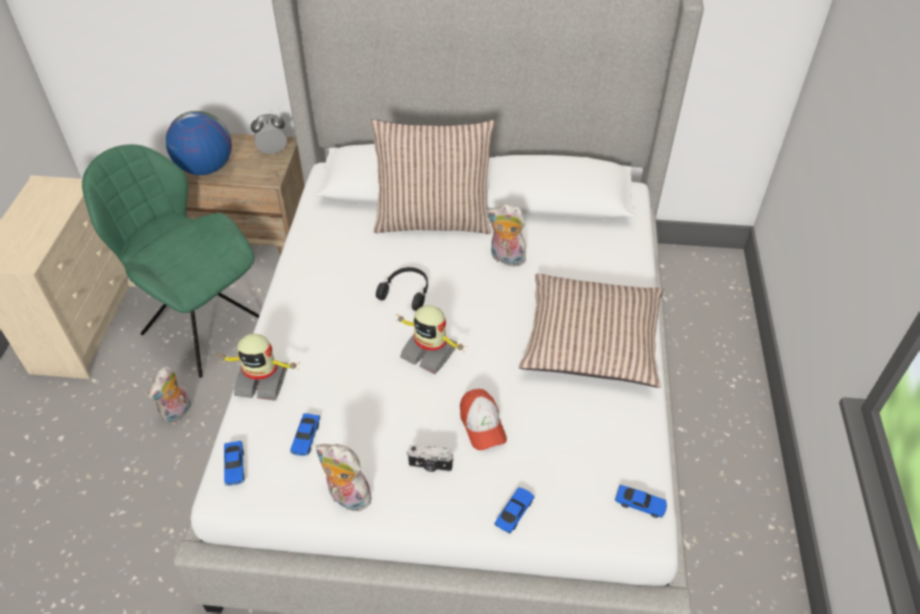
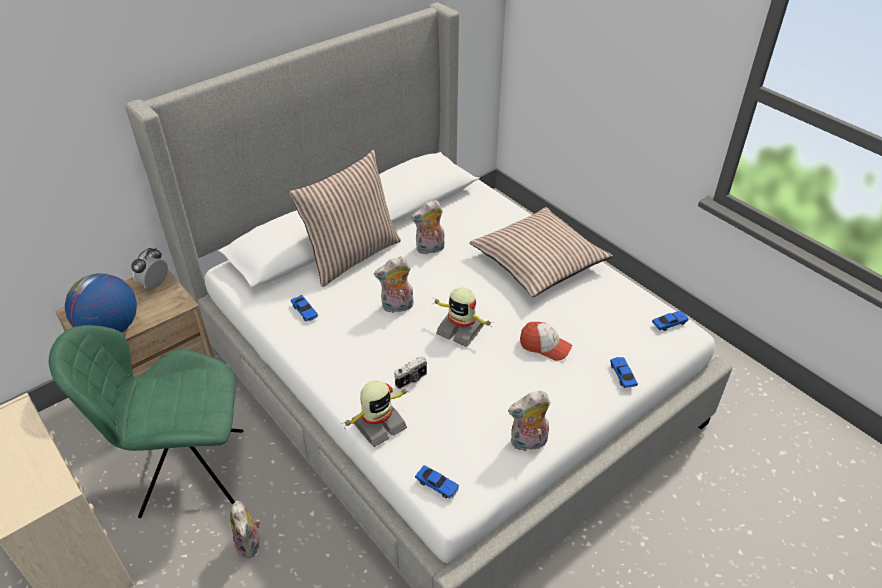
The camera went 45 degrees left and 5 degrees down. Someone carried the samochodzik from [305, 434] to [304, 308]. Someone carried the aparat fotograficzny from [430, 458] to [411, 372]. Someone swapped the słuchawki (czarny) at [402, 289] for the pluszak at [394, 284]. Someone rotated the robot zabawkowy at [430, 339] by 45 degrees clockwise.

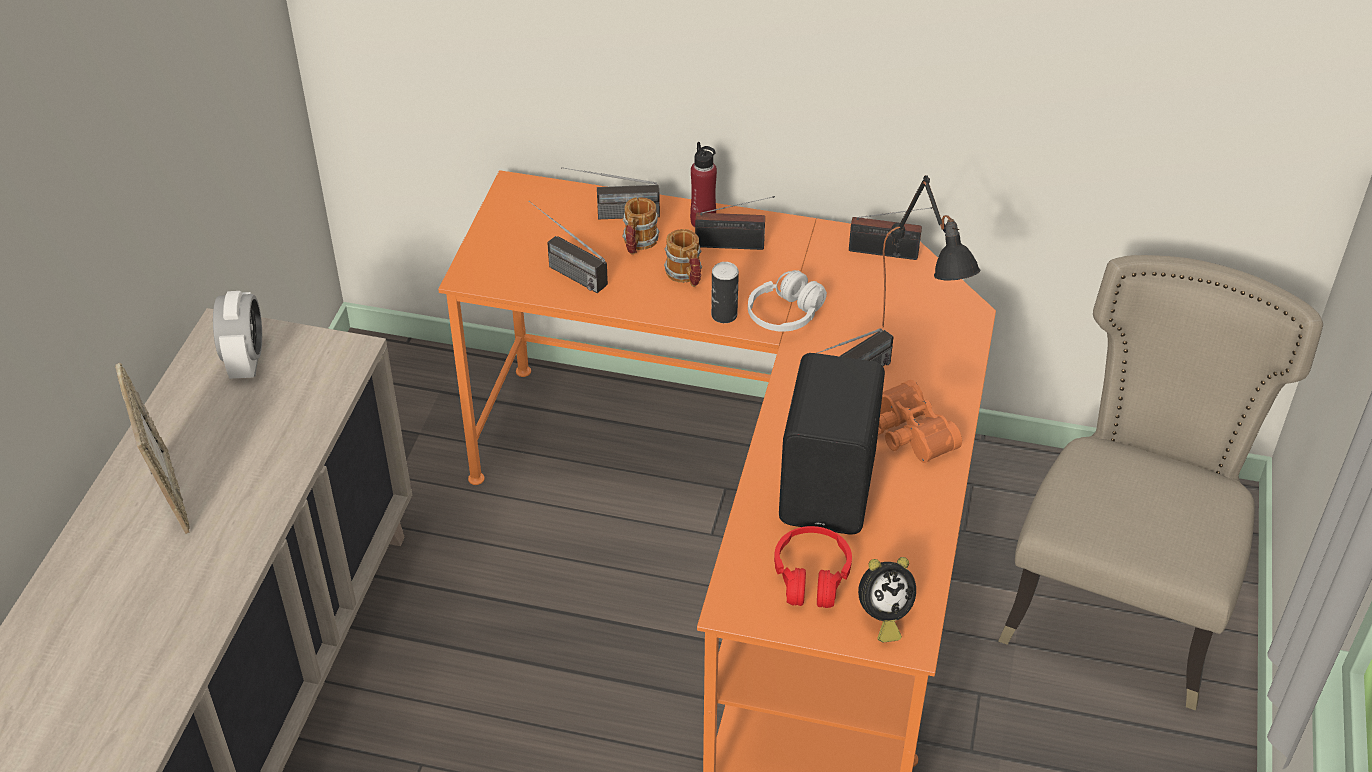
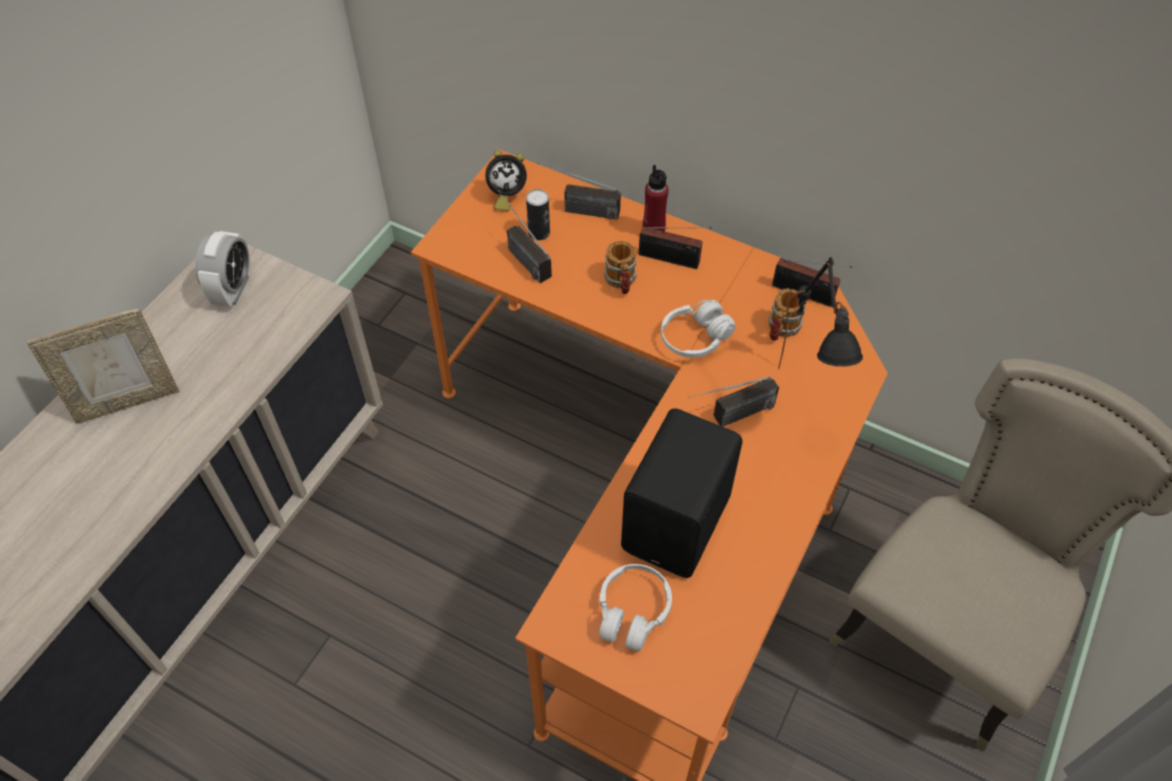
The camera went 15 degrees right and 10 degrees up. Someone took away the lornetka (pomarańczowy) at [920, 421]. Someone carried the kubek from [640, 226] to [787, 314]. Someone carried the puszka from [725, 292] to [538, 214]. Someone carried the budzik from [887, 599] to [506, 180]. Someone repainted the słuchawki (czerwony) at [813, 567], which became the słuchawki (biały) at [635, 607]. Someone rotated the ramka na zdjęcie at [152, 448] by 75 degrees clockwise.

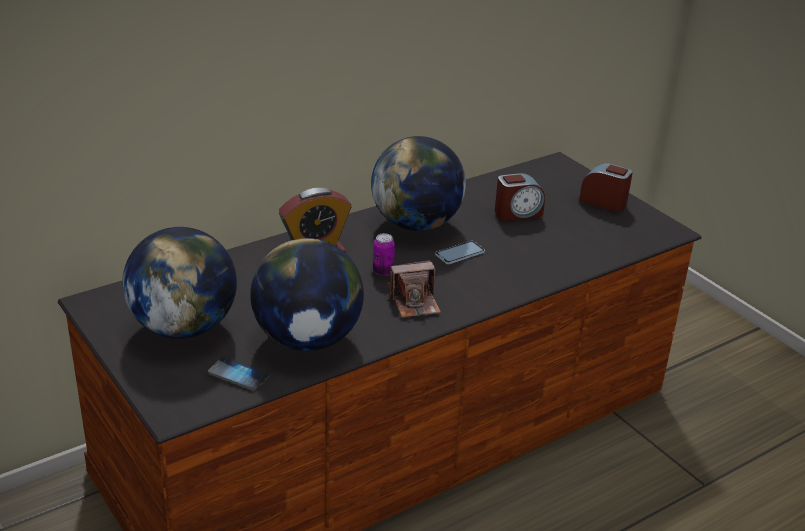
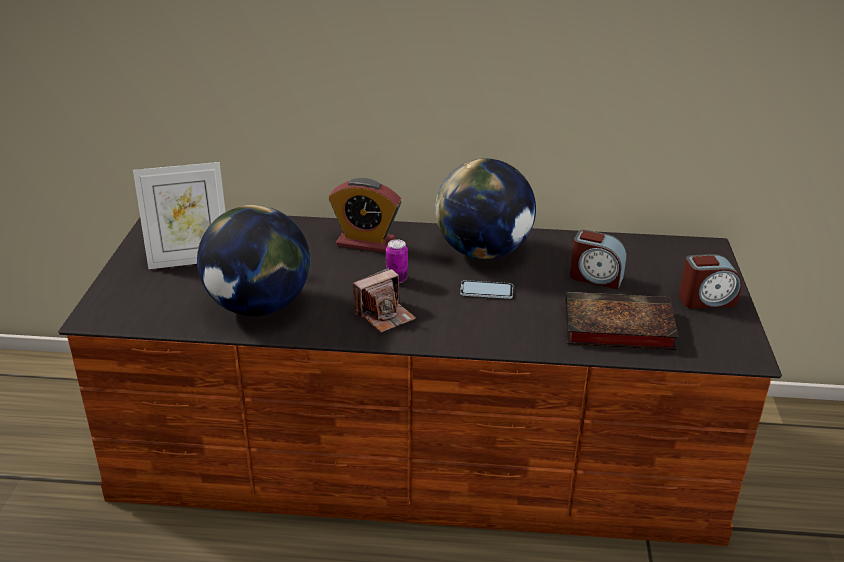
The camera went 40 degrees right and 0 degrees up. Someone took away the telefon at [238, 374]. Someone put down the książka at [622, 321]. Someone swapped the globus at [179, 283] for the ramka na zdjęcie at [179, 215]. Someone rotated the aparat fotograficzny at [415, 288] by 60 degrees counterclockwise. Someone rotated the budzik at [606, 187] by 105 degrees clockwise.

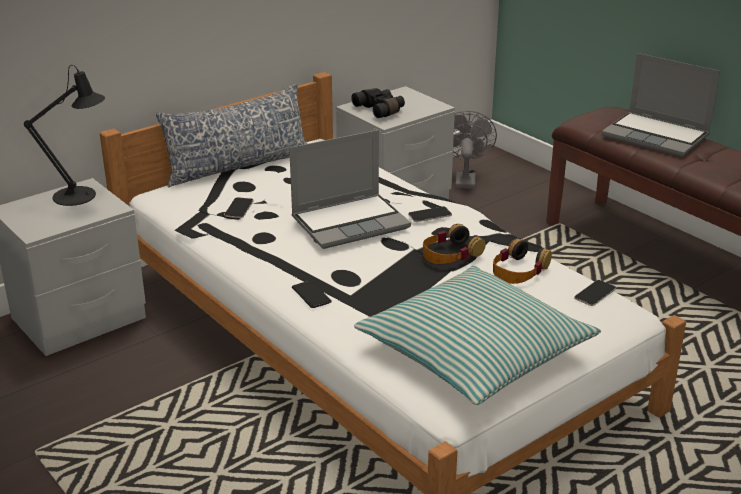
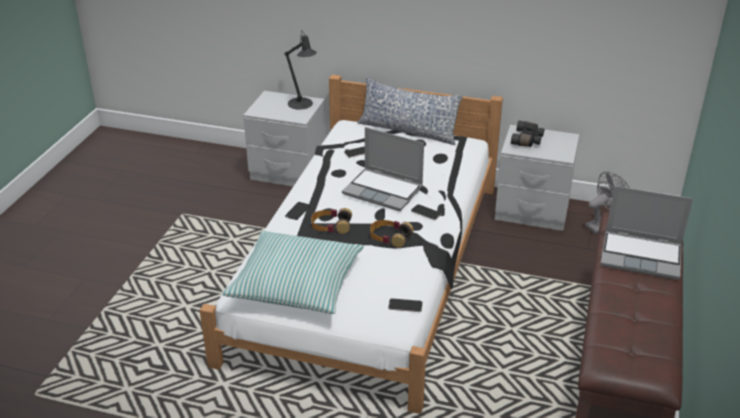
The camera went 55 degrees right and 5 degrees up. Someone carried the słuchawki from [522, 261] to [331, 221]. Someone rotated the laptop at [661, 105] by 75 degrees counterclockwise.

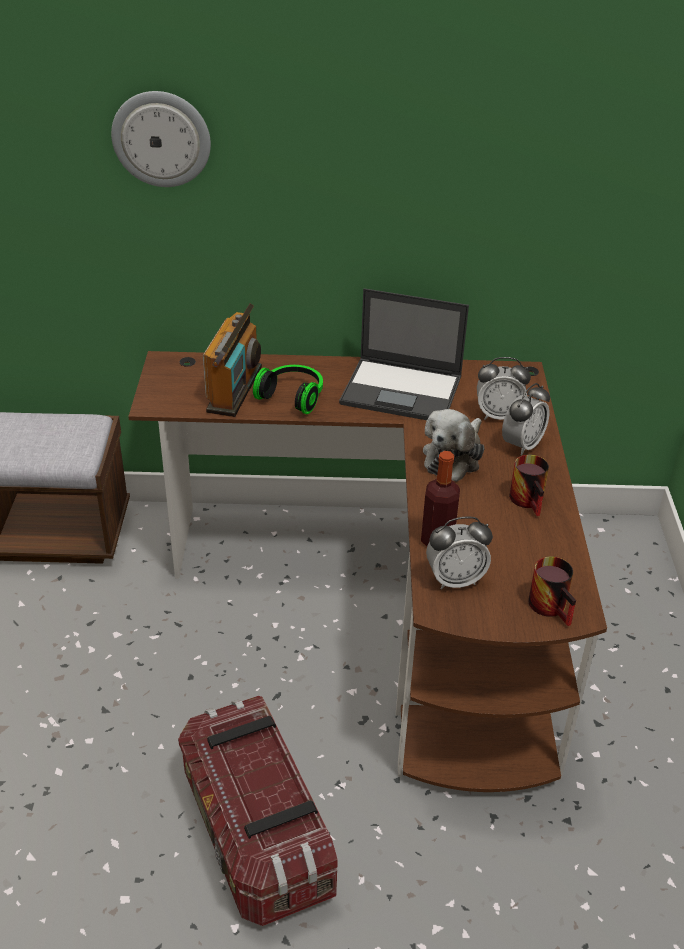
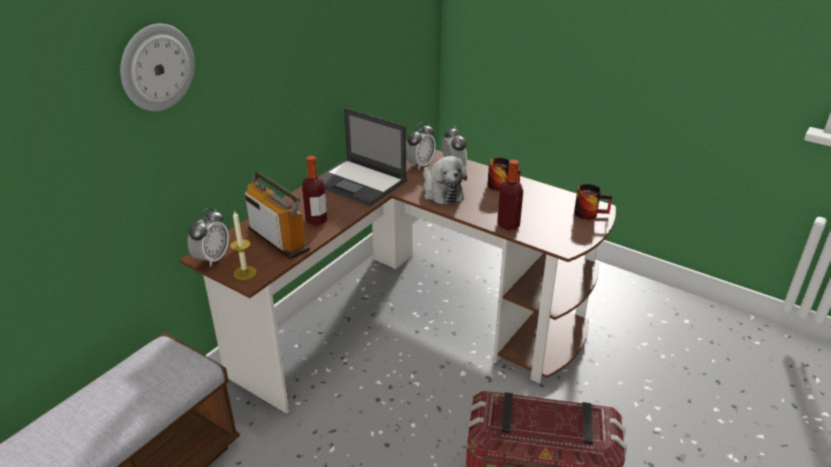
The camera went 55 degrees left and 5 degrees down. Someone put down the świeca at [243, 245]. Someone carried the budzik from [459, 553] to [208, 237]. Someone swapped the słuchawki at [288, 389] for the butelka at [314, 191]. Someone rotated the laptop at [404, 354] by 75 degrees clockwise.

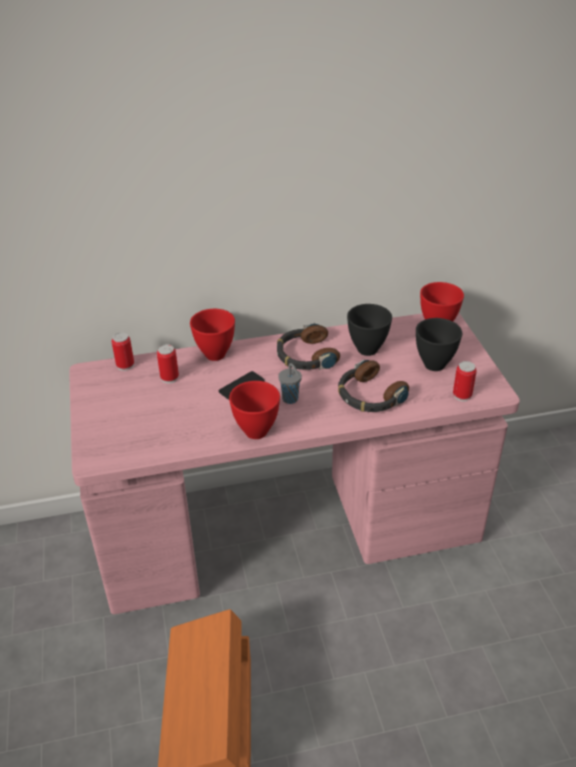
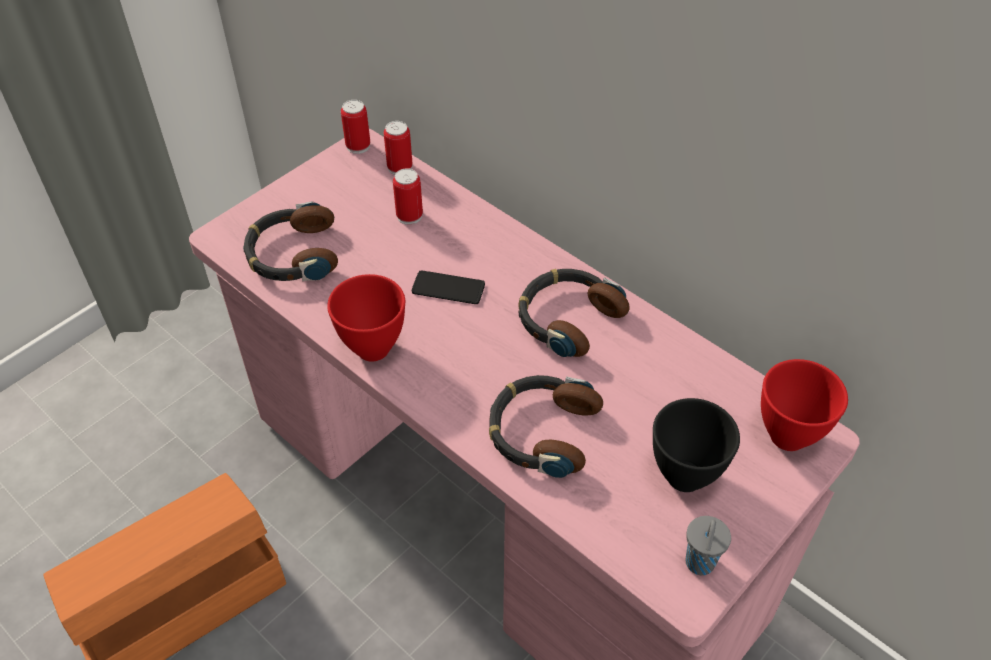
The camera went 55 degrees right and 10 degrees up. Someone took away the miska (czerwony) at [212, 335]. Someone took away the miska (czarny) at [369, 330]. Someone put down the słuchawki at [290, 241]. Someone carried the filiżanka (szary) from [290, 383] to [708, 545]. Someone carried the puszka from [465, 381] to [355, 127].

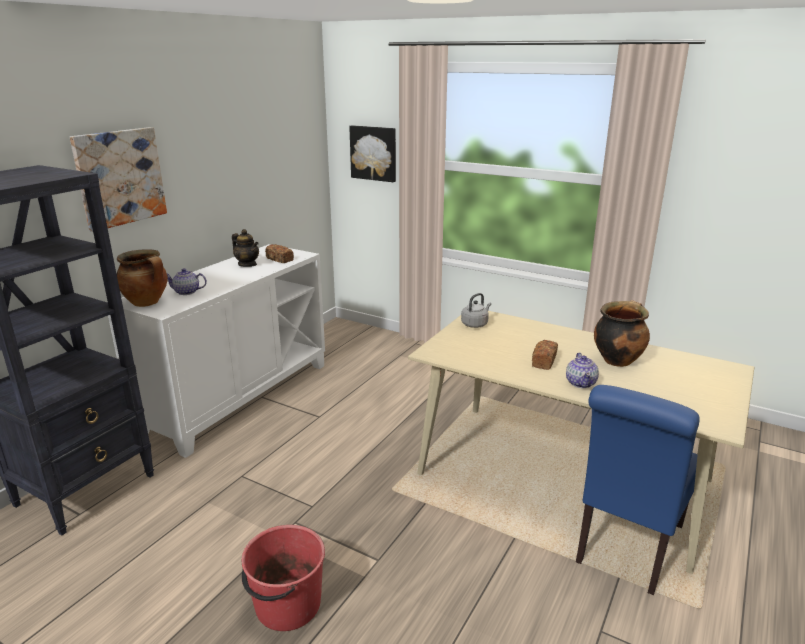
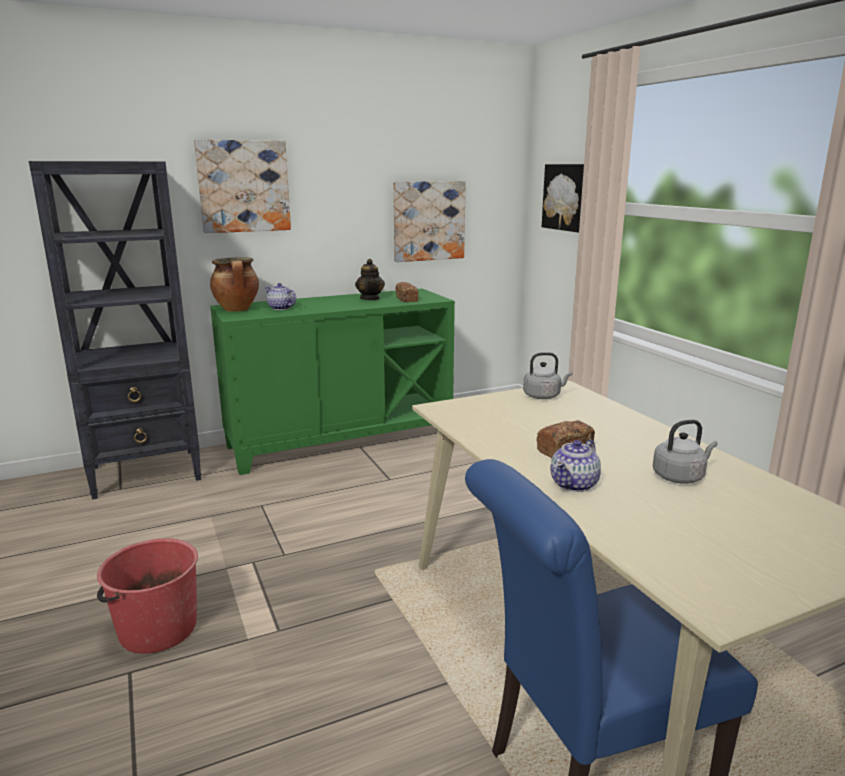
The camera went 35 degrees right and 5 degrees down. Someone put up the obraz at [429, 221]. Someone swapped the garnek at [622, 333] for the czajnik (szary) at [685, 452]. Someone repainted the szafka (biały) at [216, 351], which became the szafka (zielony) at [332, 382].

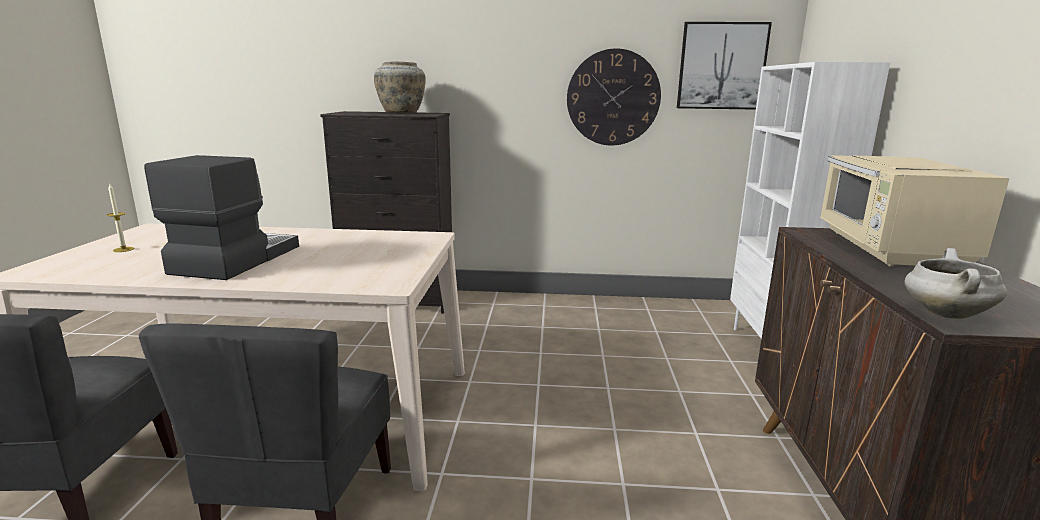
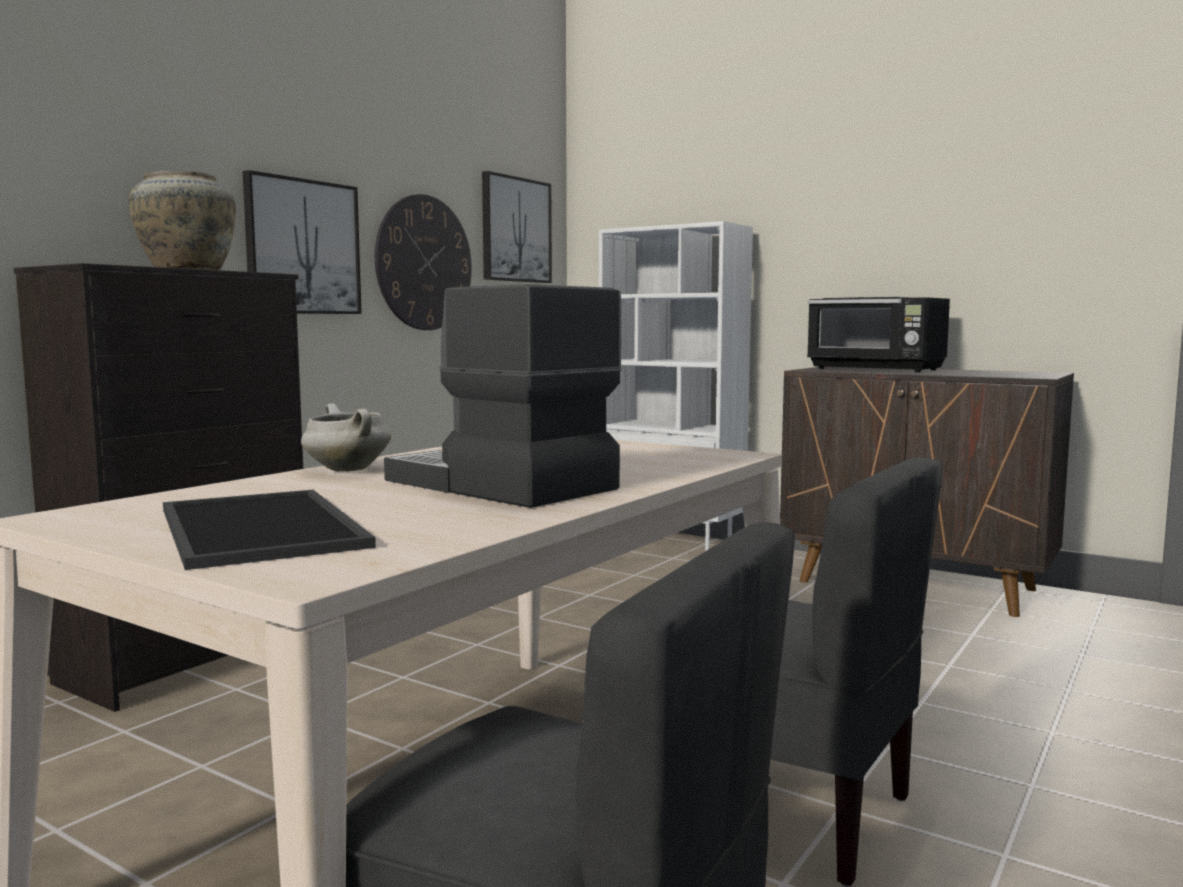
The camera went 60 degrees left and 10 degrees down. Someone put up the obraz at [302, 242]. Someone carried the garnek (biały) from [955, 283] to [346, 437]. Someone swapped the świeca at [121, 218] for the taca at [269, 530]. Someone repainted the mikrofalówka (beżowy) at [915, 211], which became the mikrofalówka (czarny) at [878, 334].

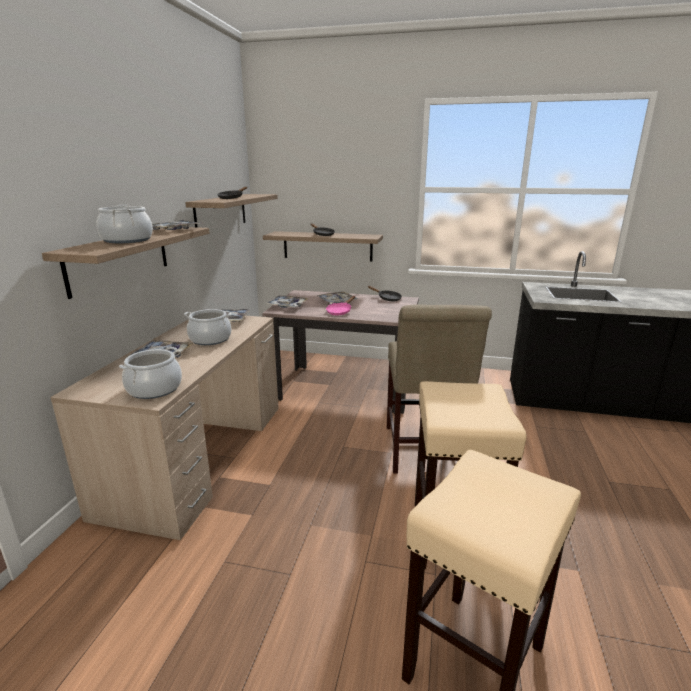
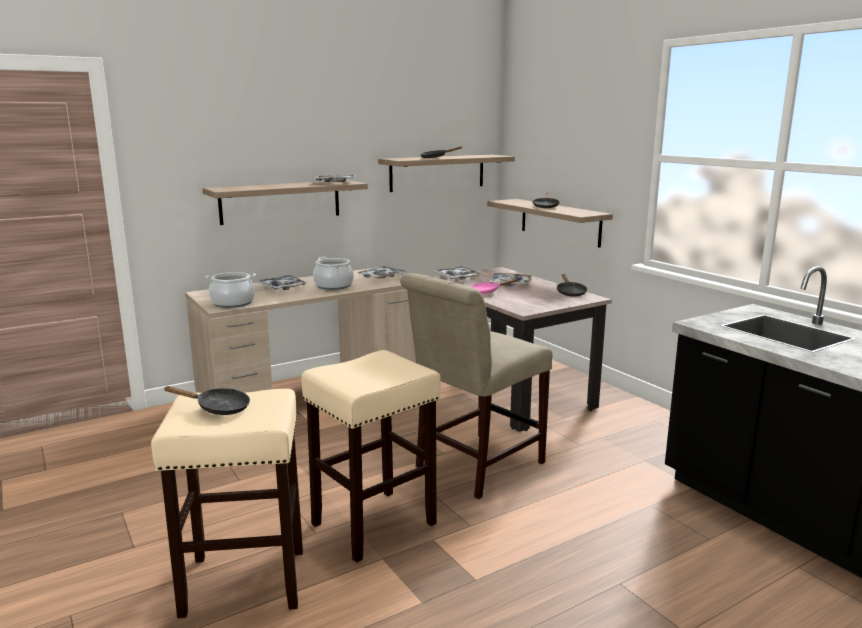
The camera went 45 degrees right and 5 degrees down. Someone took away the garnek at [124, 224]. Someone put down the patelnia (czarny) at [207, 400].

